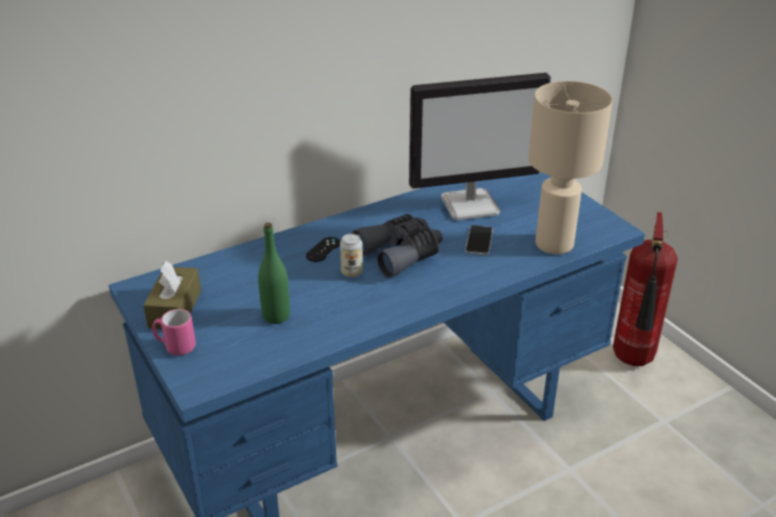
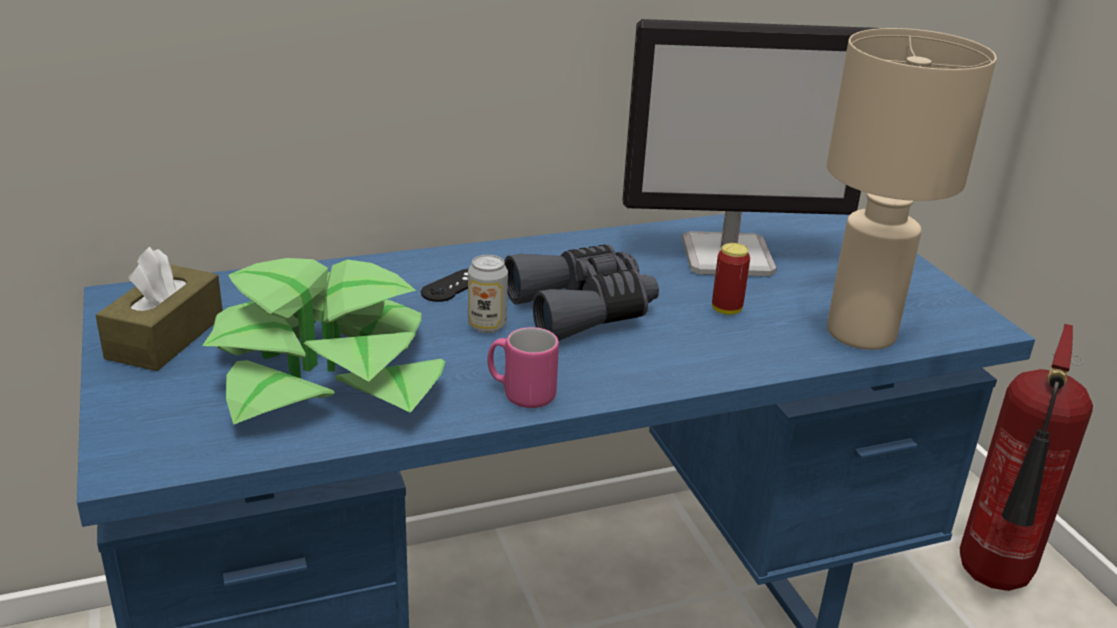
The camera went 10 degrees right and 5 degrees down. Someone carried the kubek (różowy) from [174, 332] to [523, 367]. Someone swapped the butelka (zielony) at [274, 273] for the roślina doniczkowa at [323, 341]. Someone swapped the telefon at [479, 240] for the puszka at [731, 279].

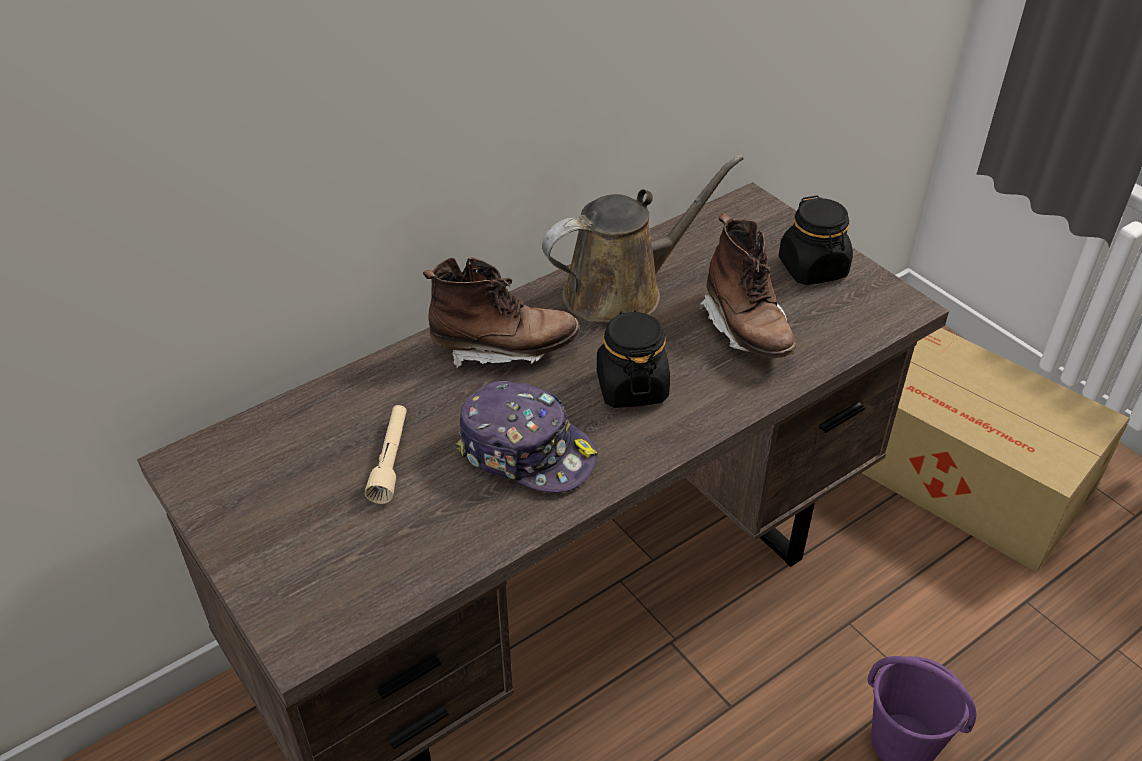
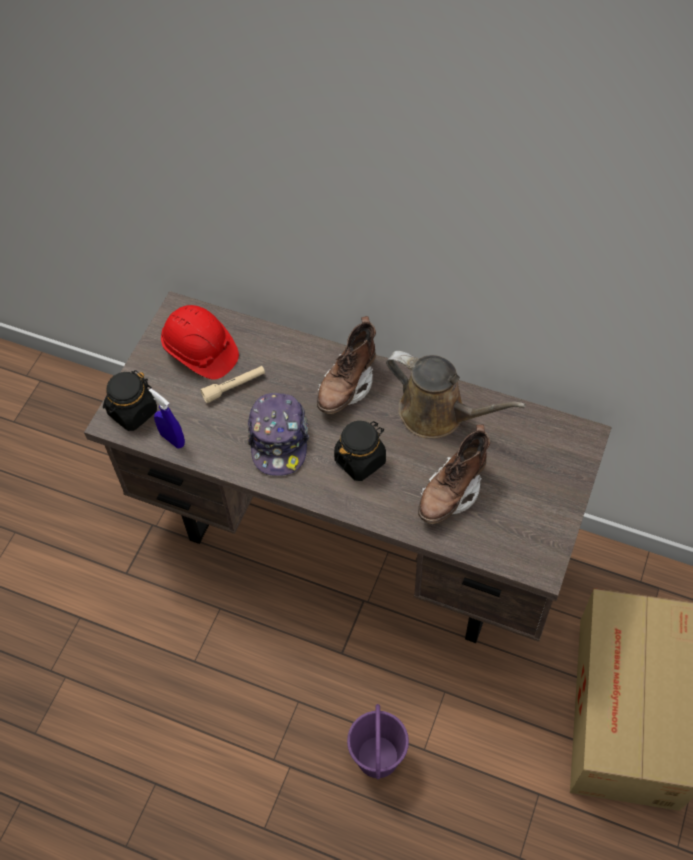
The camera went 60 degrees right and 15 degrees up. Someone put down the spryskiwacz (niebieski) at [167, 418]. Someone put down the kask (czerwony) at [200, 342]. Someone carried the słoik (czarny) from [816, 240] to [130, 400]. Someone rotated the but z cholewką (brązowy) at [501, 312] by 60 degrees clockwise.

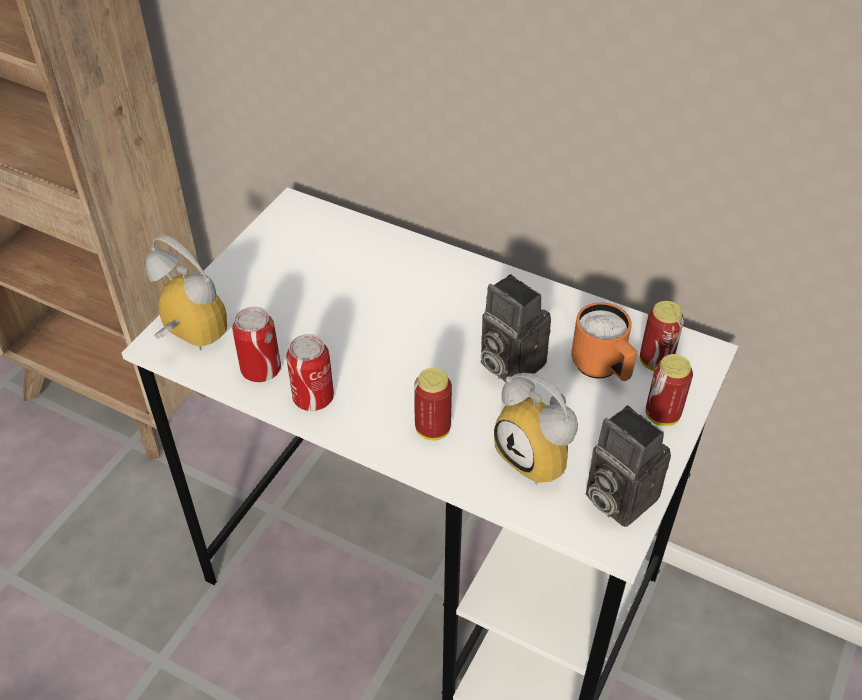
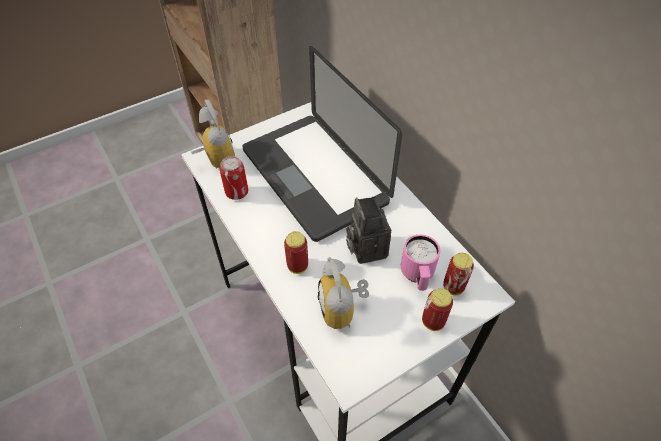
The camera went 30 degrees right and 5 degrees up. Someone took away the puszka at [310, 372]. Someone took away the aparat fotograficzny at [628, 466]. Someone put down the laptop at [322, 144]. Someone repainted the kubek (pomarańczowy) at [604, 341], which became the kubek (różowy) at [420, 263].

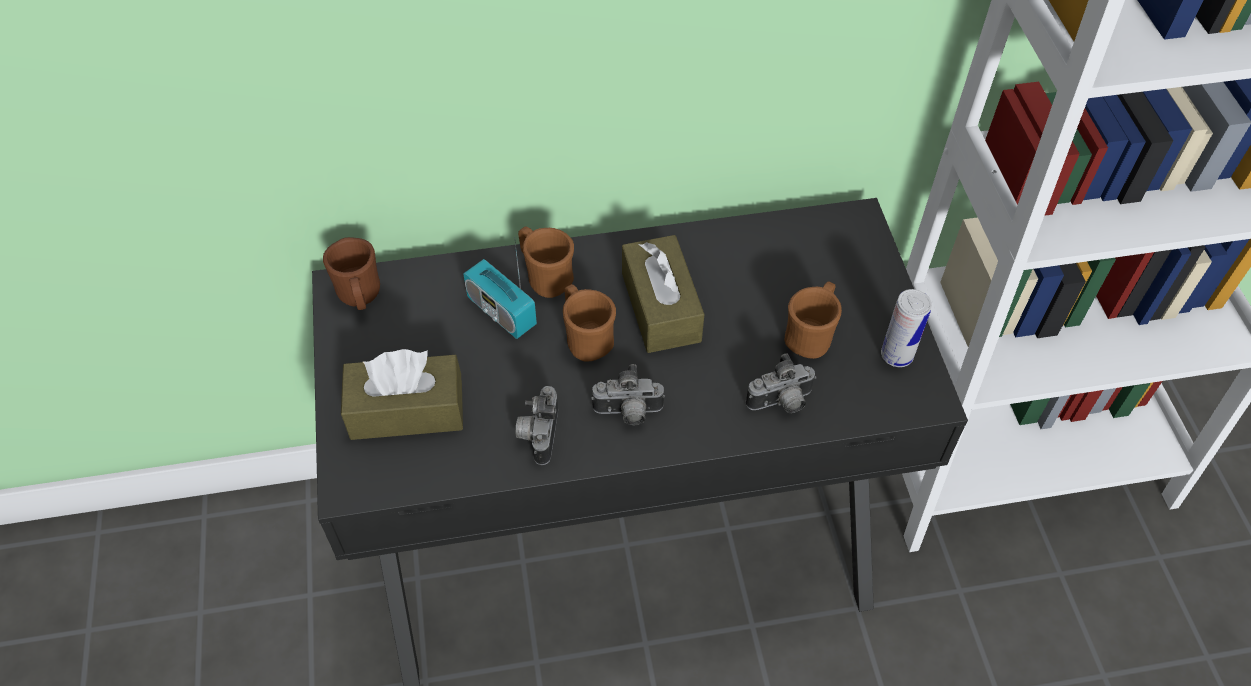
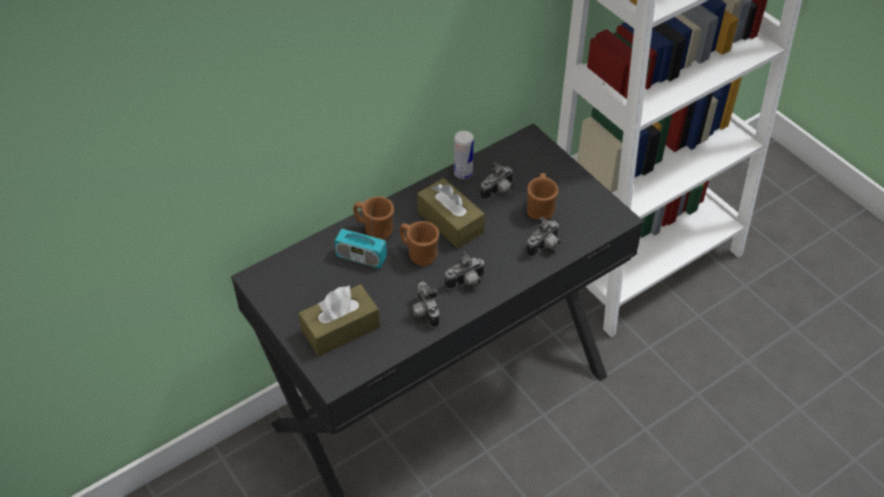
The camera went 25 degrees left and 5 degrees down. Someone took away the kubek (brązowy) at [351, 273]. Someone put down the aparat fotograficzny at [496, 181]. Someone carried the puszka from [906, 328] to [464, 155].

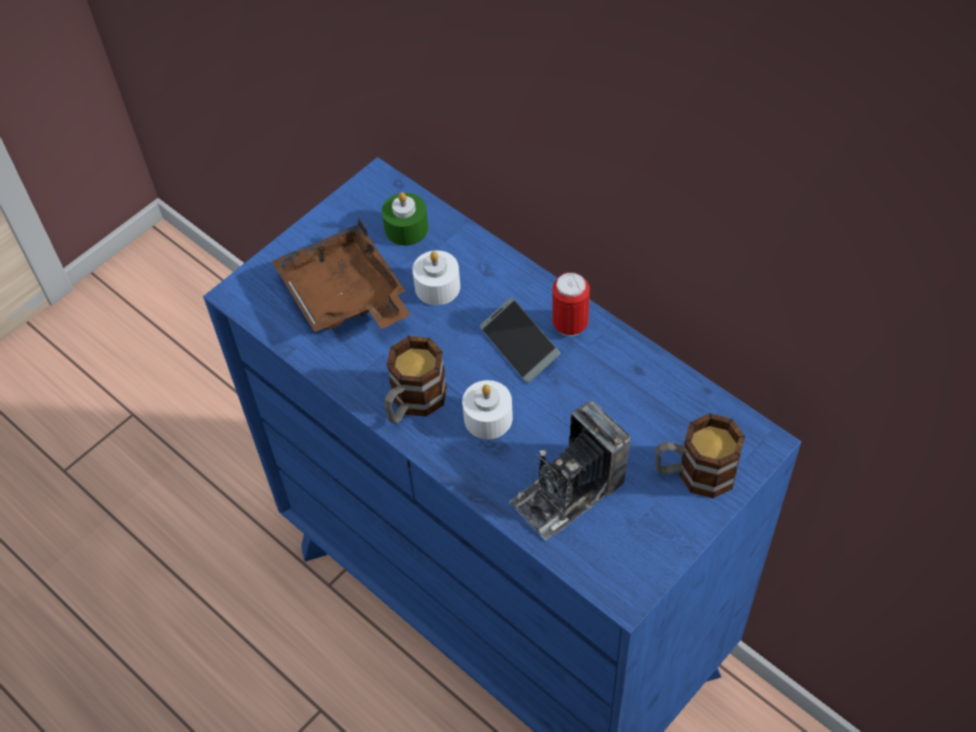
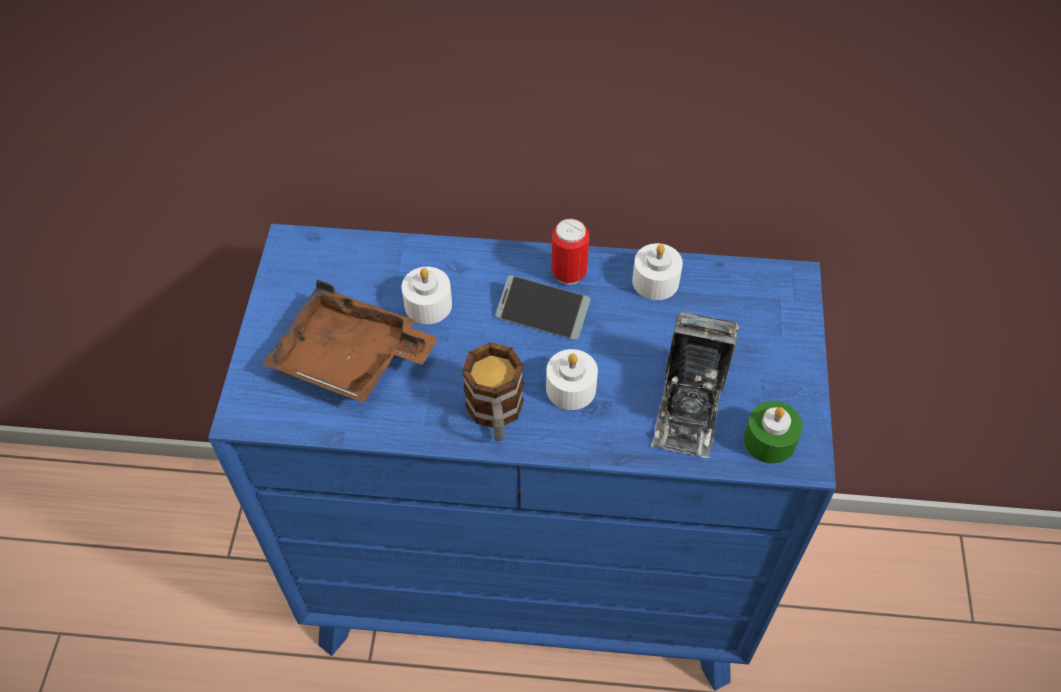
The camera went 40 degrees left and 0 degrees up. Someone took away the kubek at [700, 455]. Someone put down the świeca (biały) at [657, 271]. Someone carried the świeca (zielony) from [405, 219] to [773, 432].

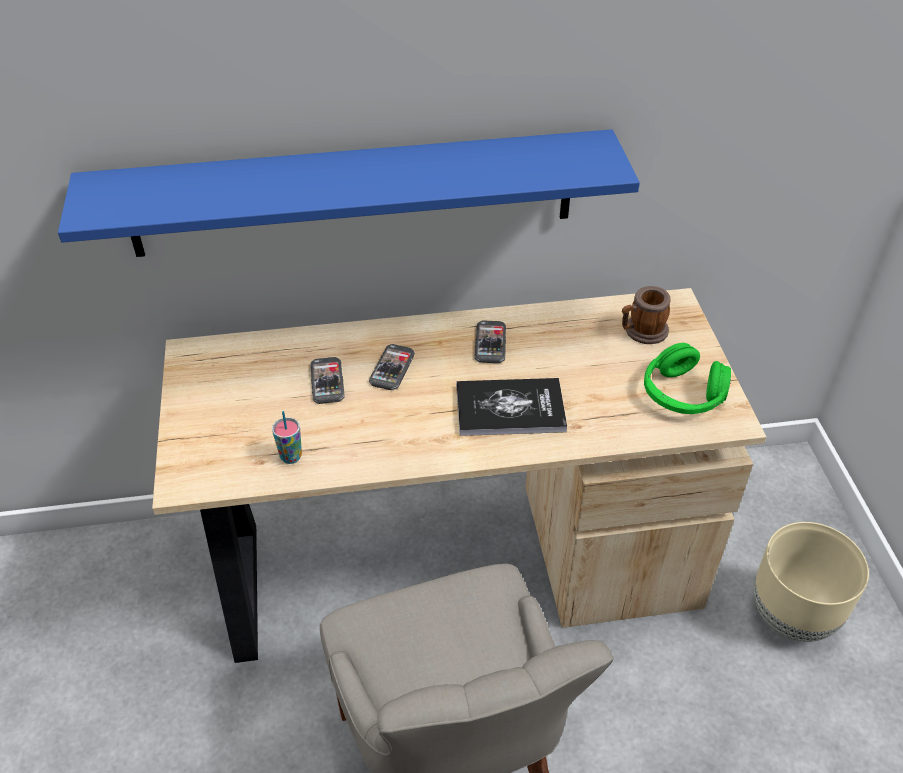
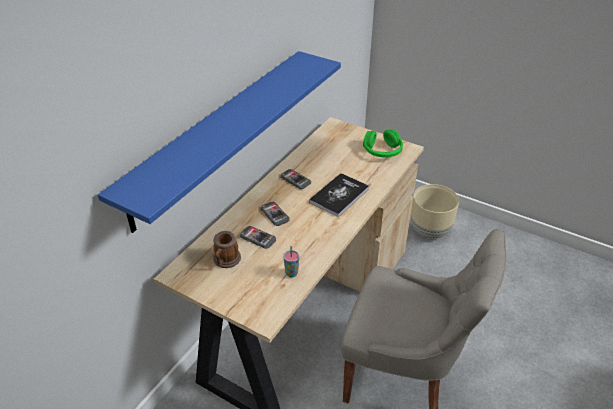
The camera went 50 degrees left and 5 degrees down. Someone carried the kubek from [646, 315] to [227, 249].

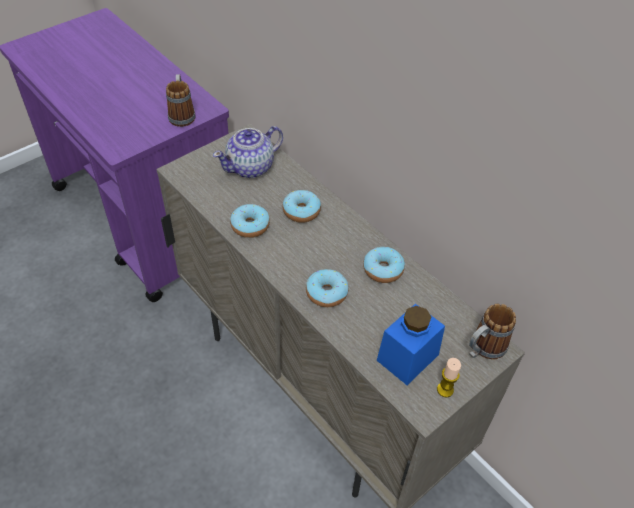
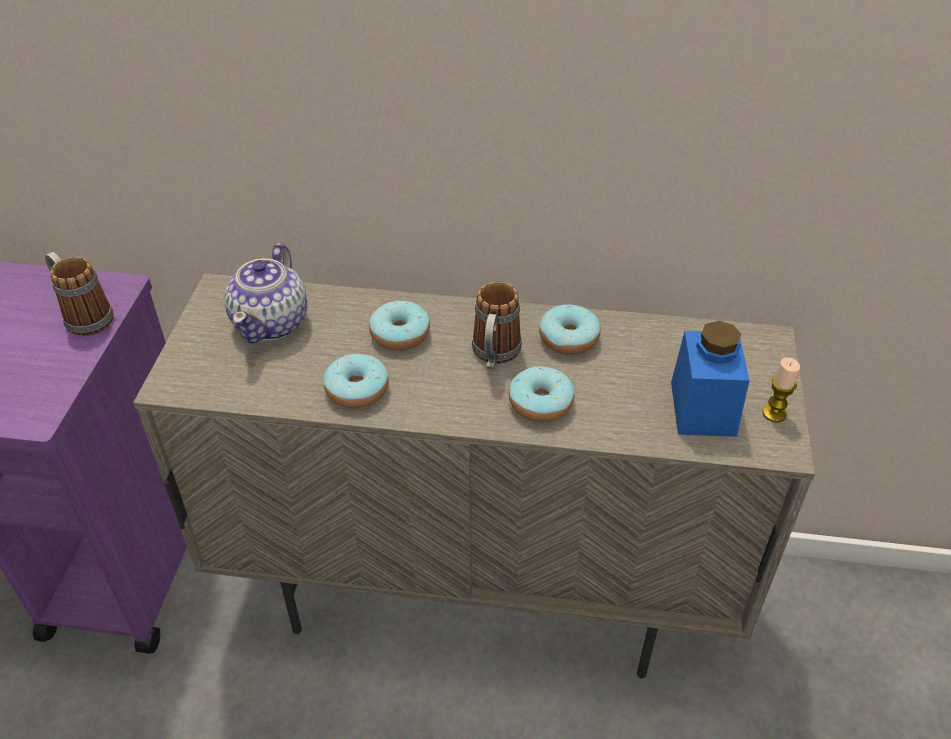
The camera went 40 degrees left and 5 degrees down. Someone carried the kubek from [492, 331] to [497, 325].

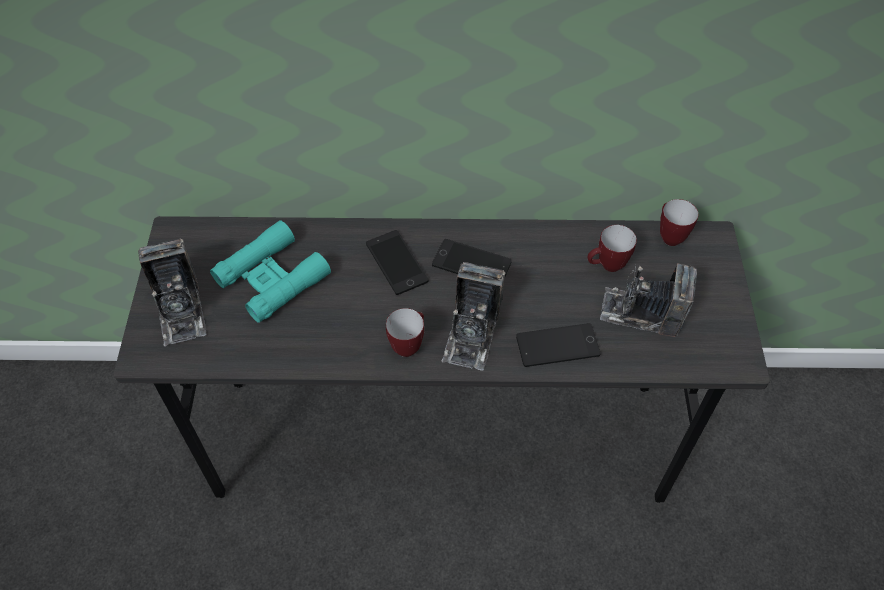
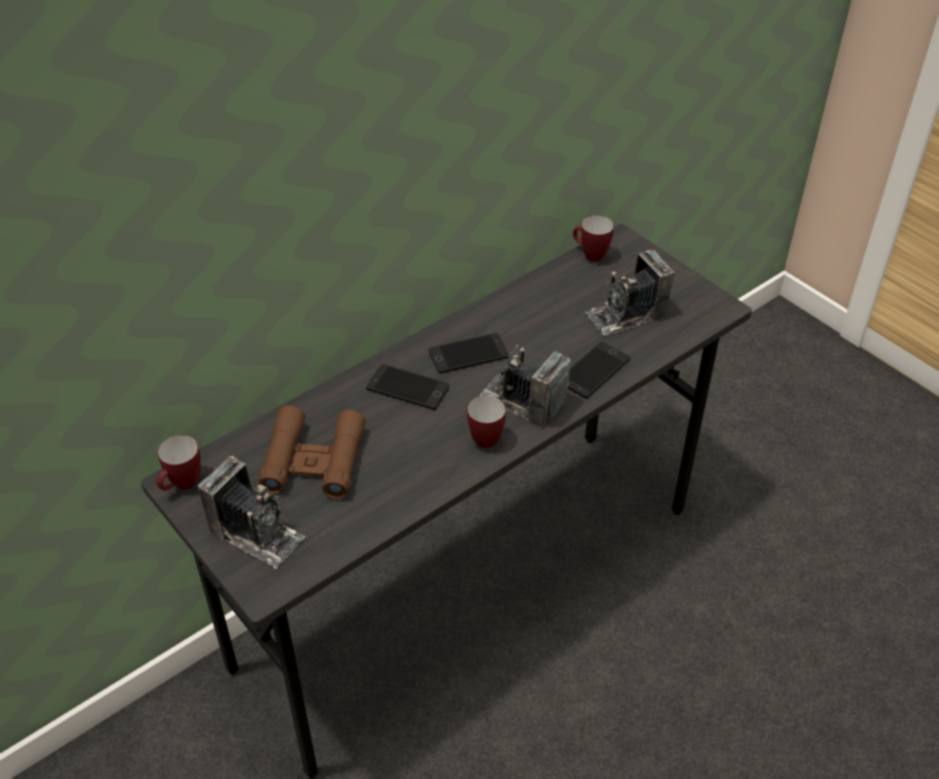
The camera went 40 degrees left and 10 degrees down. Someone carried the kubek from [612, 248] to [179, 463]. Someone repainted the lornetka (turkusowy) at [270, 272], which became the lornetka (brązowy) at [312, 452]. Someone rotated the aparat fotograficzny at [473, 316] by 150 degrees clockwise.

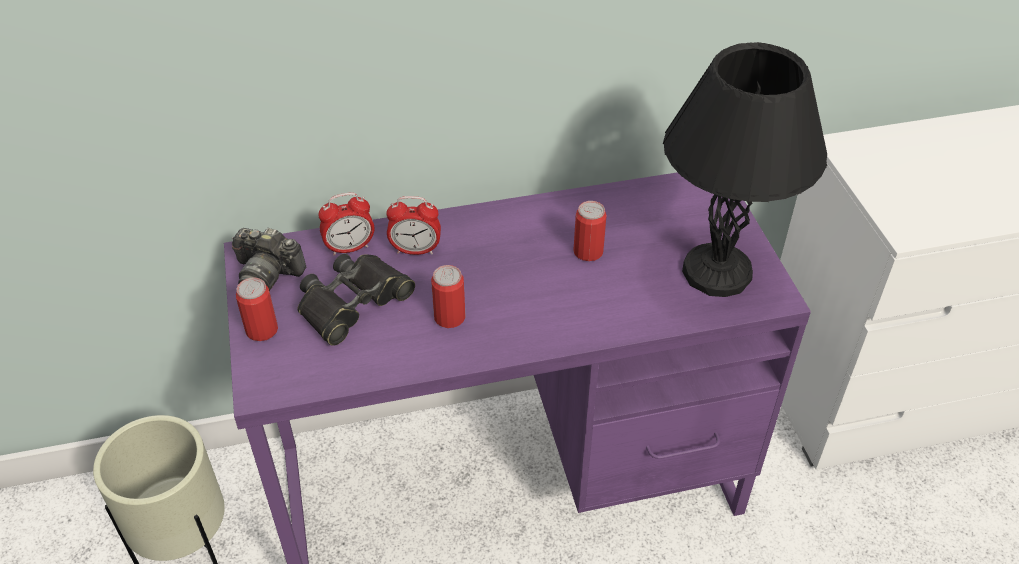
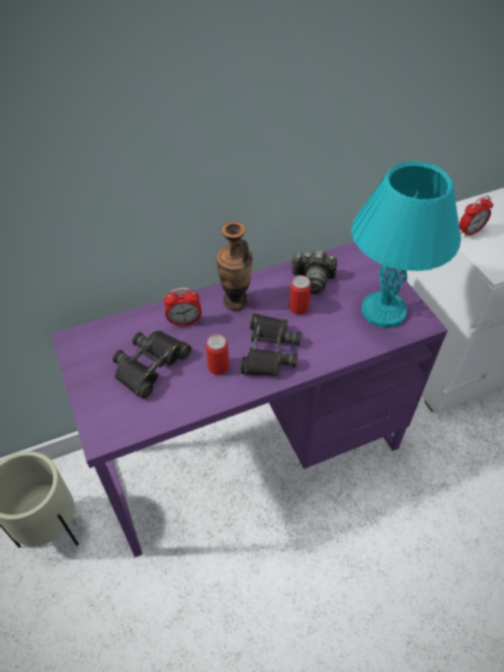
The camera went 10 degrees left and 5 degrees up. Someone took away the puszka at [257, 309]. Someone put down the wazon at [234, 266]. Someone put down the lornetka (czarny) at [270, 345]. Someone carried the aparat fotograficzny from [269, 259] to [314, 272]. Someone carried the budzik from [346, 224] to [476, 216]. Someone repainted the lampa stołowa (czarny) at [745, 169], which became the lampa stołowa (turkusowy) at [406, 244].

